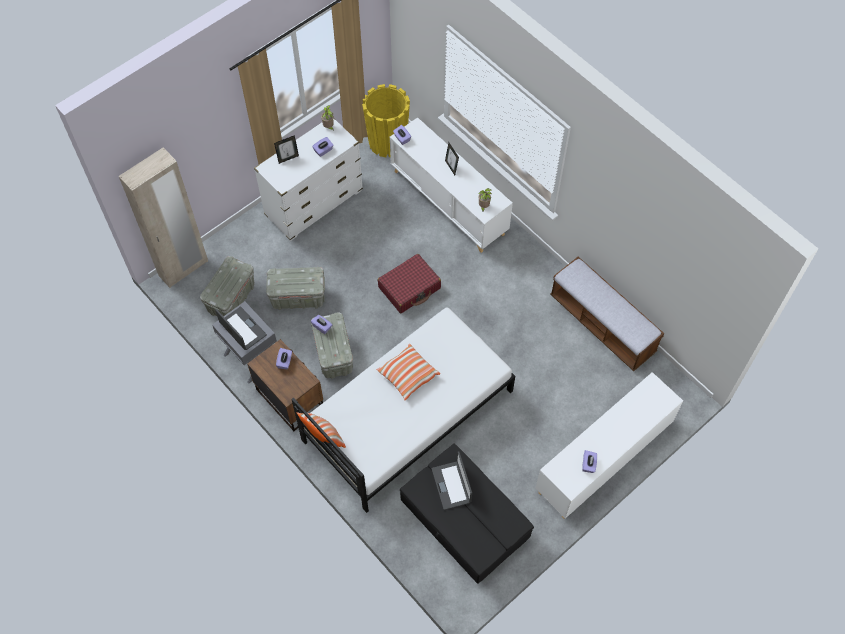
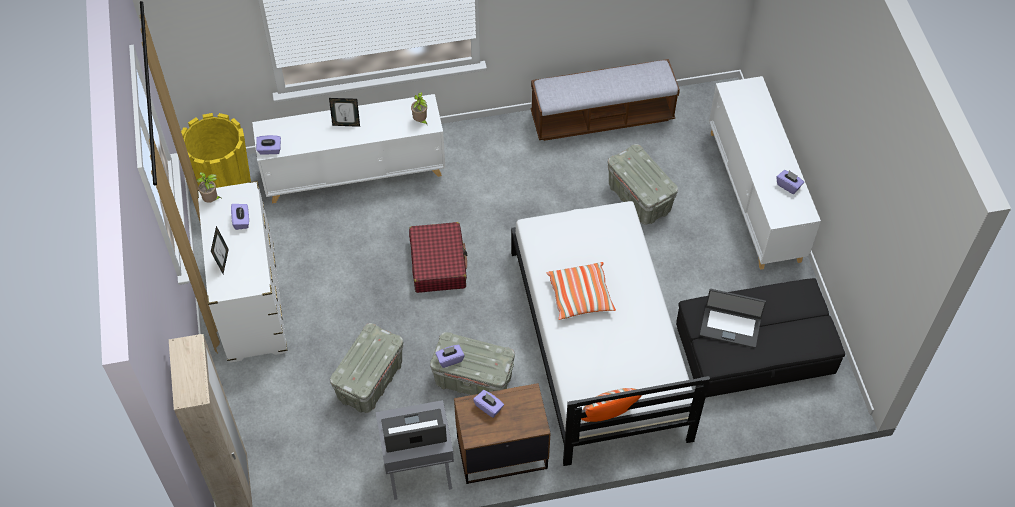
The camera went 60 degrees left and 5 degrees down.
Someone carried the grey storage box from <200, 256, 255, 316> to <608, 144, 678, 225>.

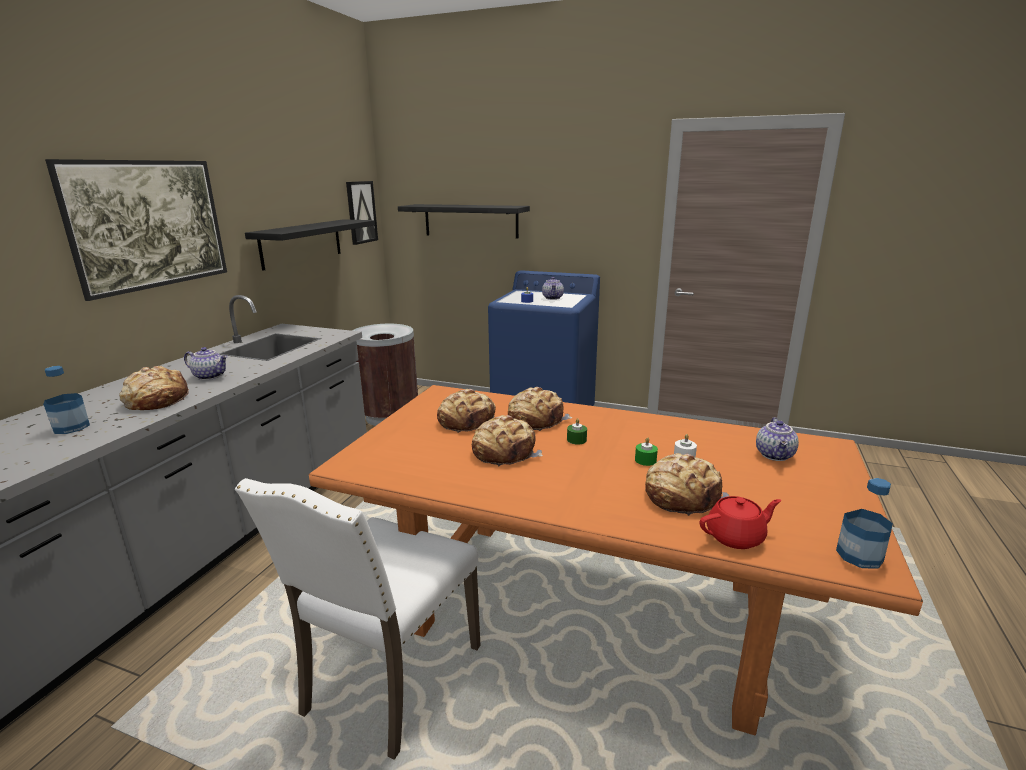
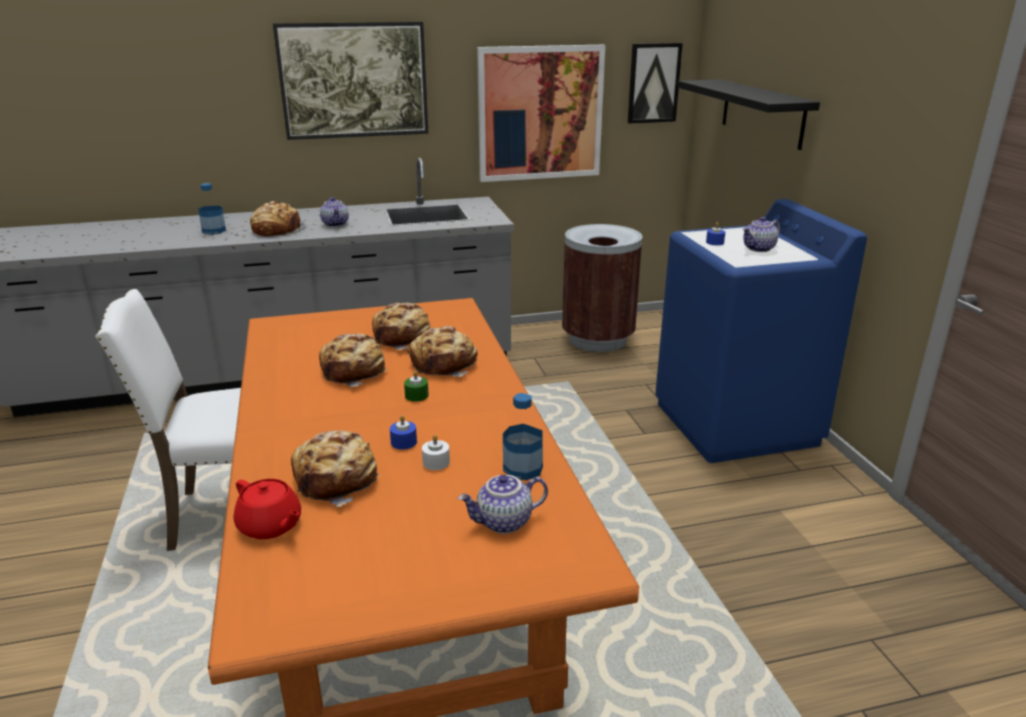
The camera went 55 degrees right and 5 degrees up.
Someone carried the drink bottle from <836, 478, 893, 569> to <503, 393, 543, 480>.
Someone swapped the blackish wall shelf at <245, 219, 375, 271> for the wall picture at <477, 45, 605, 182>.
Someone repainted the green-coloured candle at <635, 437, 658, 466>, which became the blue-coloured candle at <390, 415, 417, 450>.

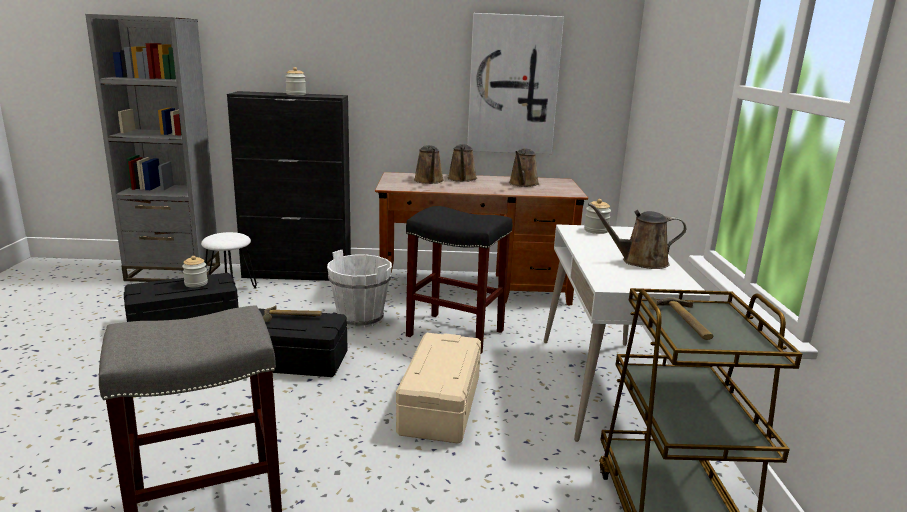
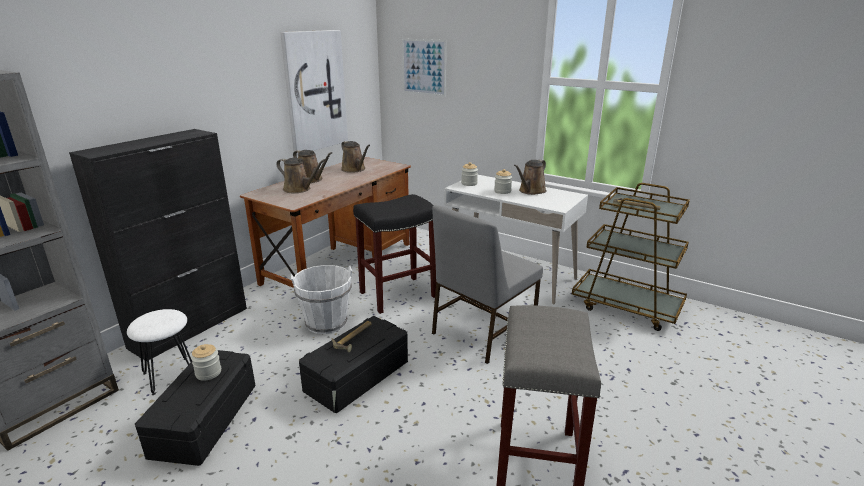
The camera went 55 degrees left and 5 degrees up.
Someone put up the wall picture at <402, 39, 446, 96>.
Someone carried the preserve jar from <285, 67, 306, 95> to <494, 169, 512, 194>.
Someone swapped the sand-coloured storage box at <396, 333, 481, 444> for the grey upright chair at <432, 205, 543, 364>.

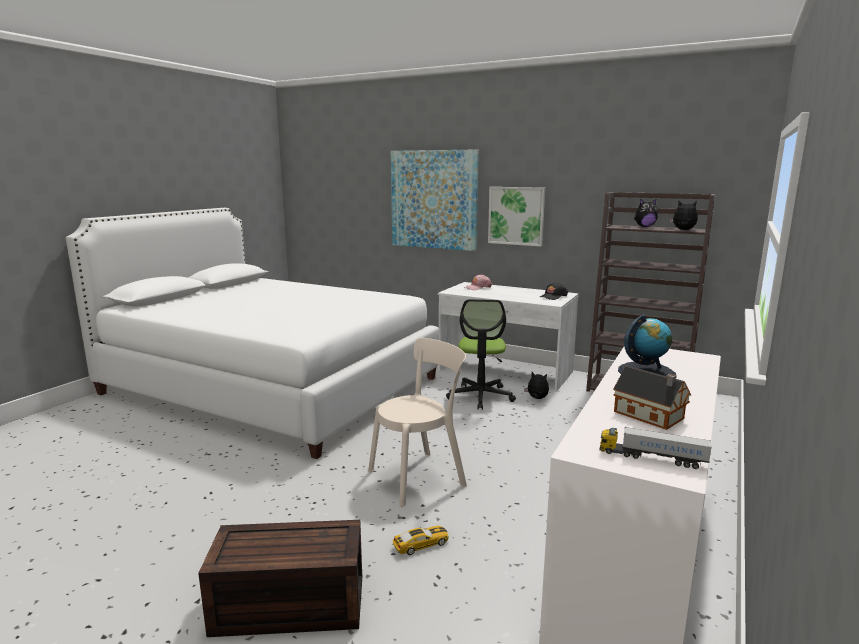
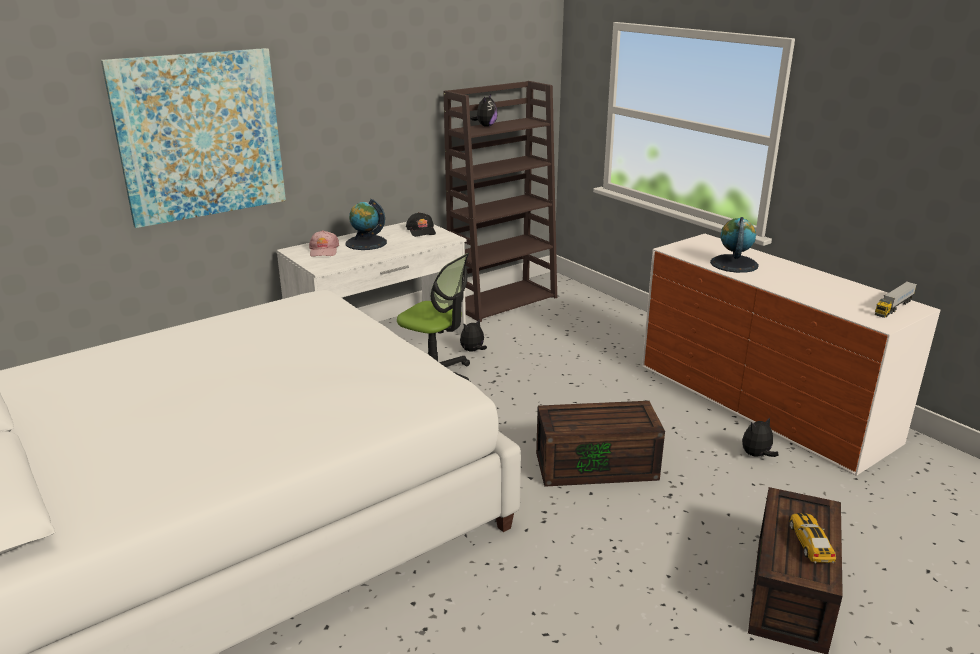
The camera went 65 degrees left and 10 degrees up.
Someone took away the wall picture at <488, 187, 545, 246>.
Someone took away the model house at <613, 366, 691, 430>.
Someone put down the desk globe at <346, 199, 387, 250>.
Someone carried the toy car from <392, 526, 449, 555> to <790, 513, 836, 563>.
Someone carried the cuddly toy from <669, 201, 698, 230> to <742, 417, 779, 457>.
Someone swapped the sand-coloured upright chair at <368, 338, 467, 507> for the brownish storage box at <536, 401, 665, 487>.

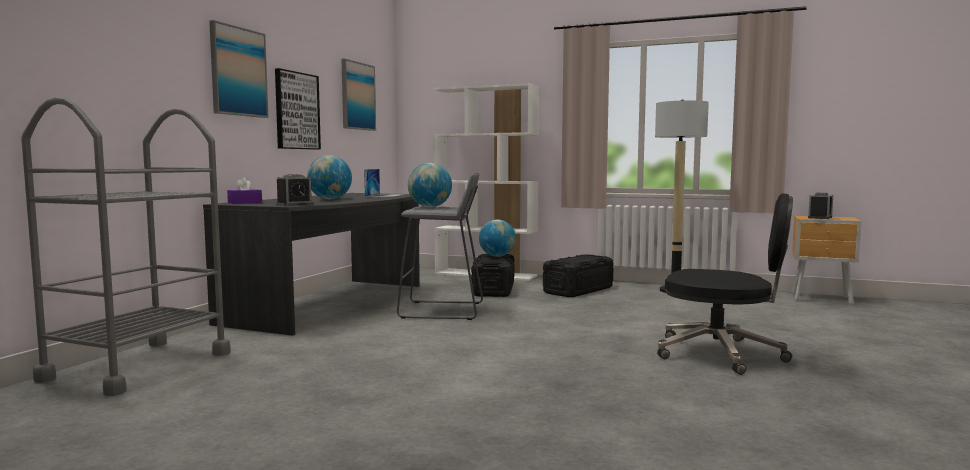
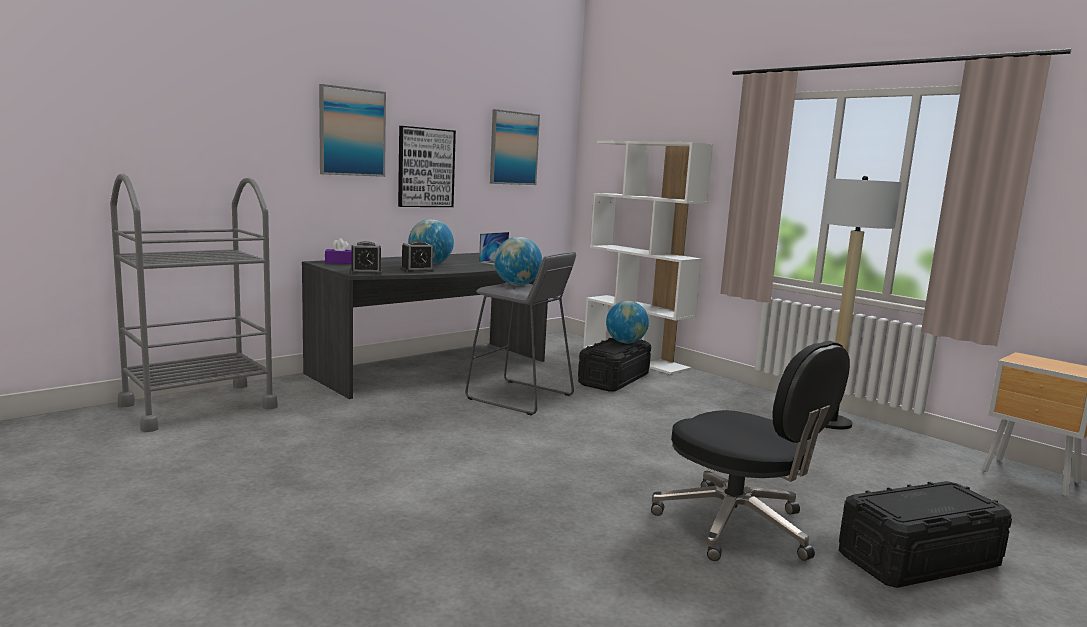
The camera went 25 degrees right and 5 degrees up.
Someone carried the blackish storage box from <543, 254, 614, 297> to <839, 481, 1012, 588>.
Someone carried the table clock from <808, 193, 833, 219> to <401, 241, 434, 272>.

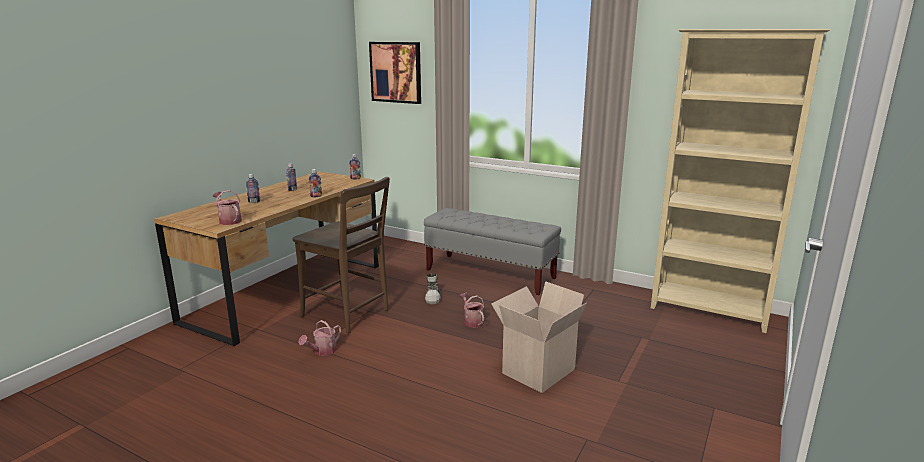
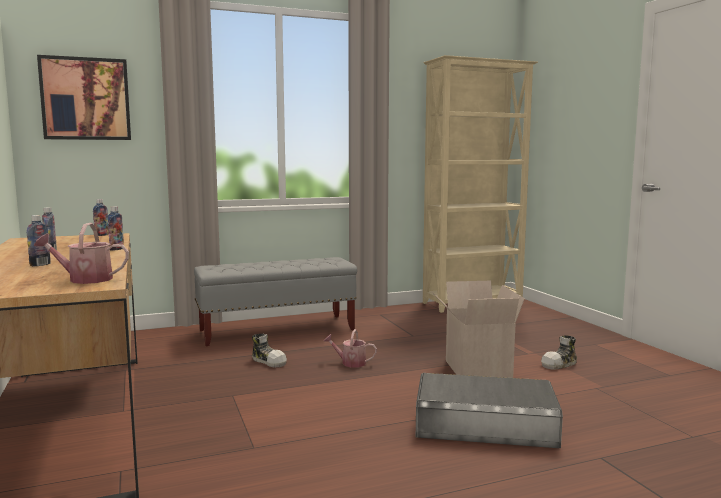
The camera went 50 degrees left and 10 degrees down.
Someone took away the brownish upright chair at <292, 177, 390, 333>.
Someone took away the watering can at <298, 320, 341, 355>.
Someone put down the grey storage box at <416, 373, 563, 448>.
Someone put down the shoe at <541, 335, 577, 370>.

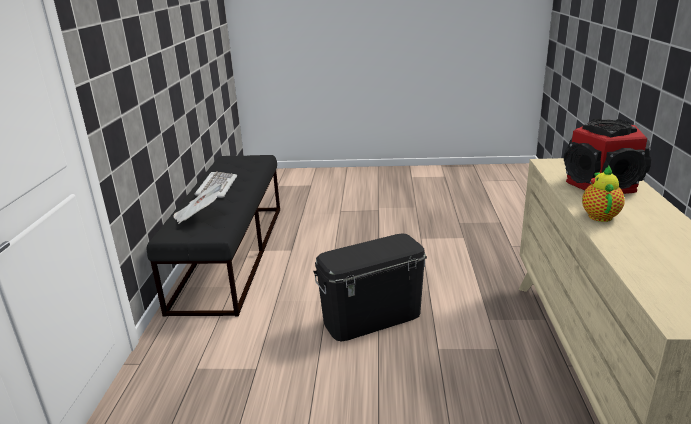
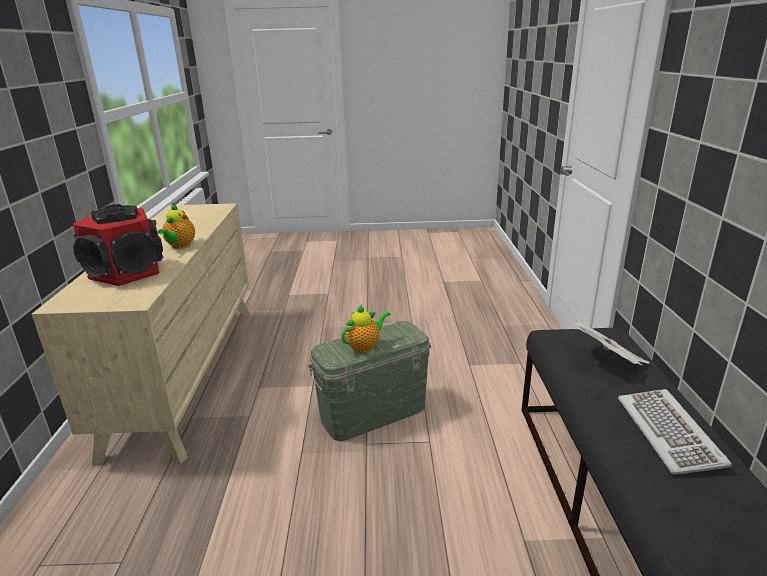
The camera went 175 degrees right and 0 degrees up.
Someone put down the teapot at <341, 305, 390, 353>.
Someone repainted the blackish storage box at <313, 233, 427, 342>, which became the green-coloured storage box at <308, 321, 431, 441>.

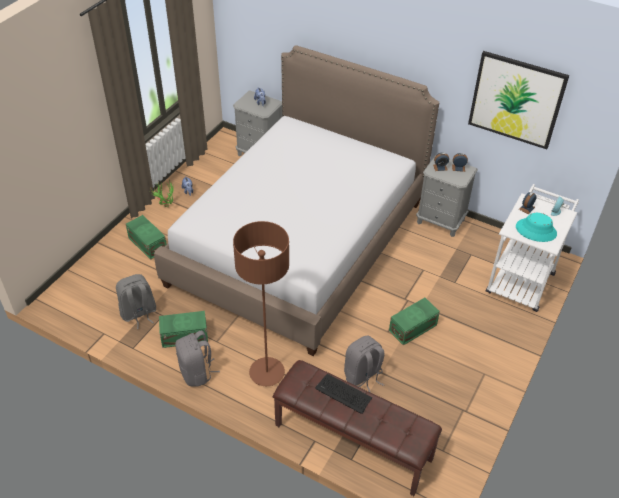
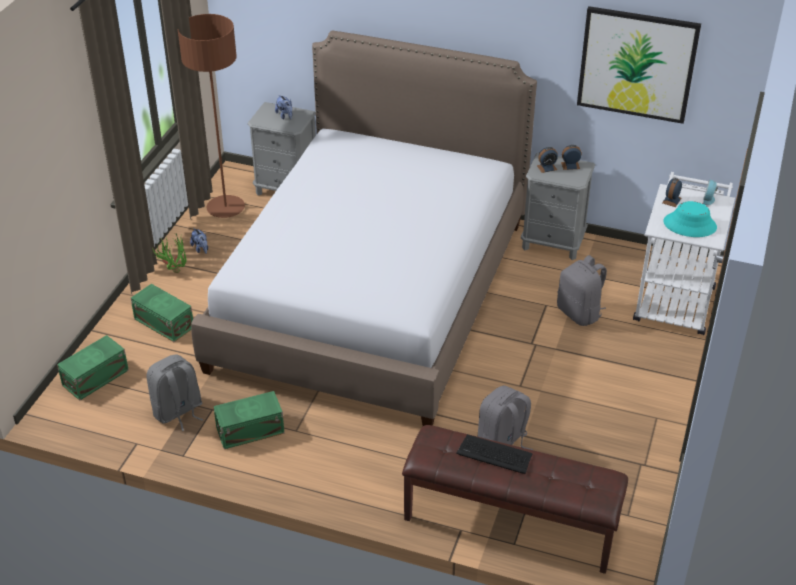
The camera went 10 degrees left and 5 degrees down.
Someone carried the grey rucksack from <175, 330, 220, 387> to <557, 255, 607, 326>.
Someone carried the brownish standard lamp from <233, 221, 289, 386> to <178, 14, 245, 218>.
Someone carried the green-coloured storage box from <389, 298, 440, 346> to <57, 335, 129, 401>.

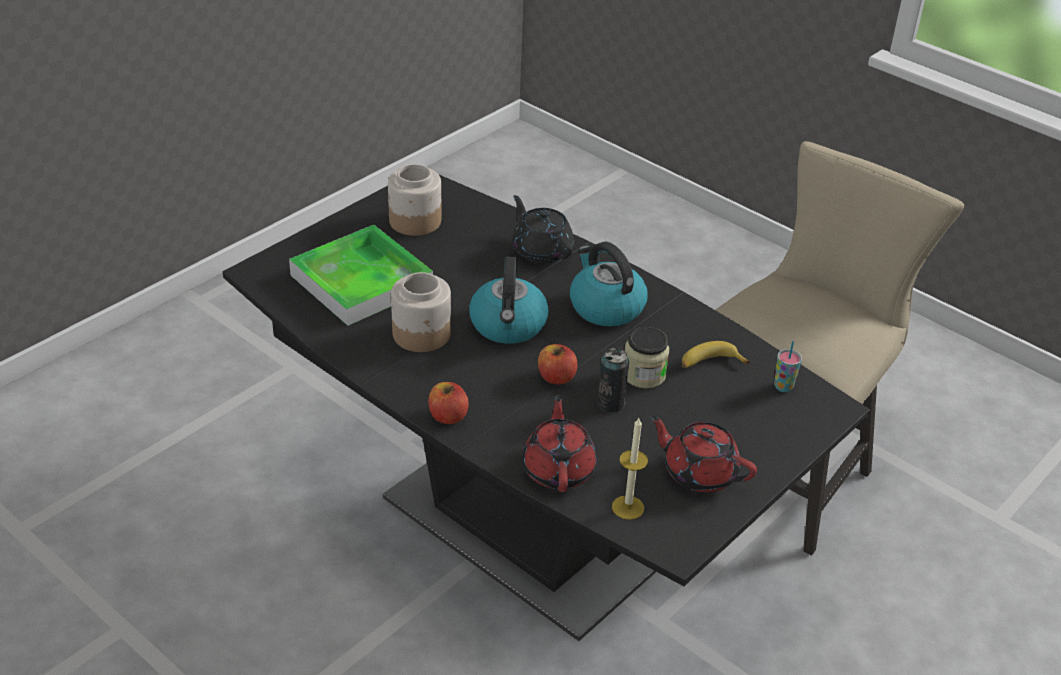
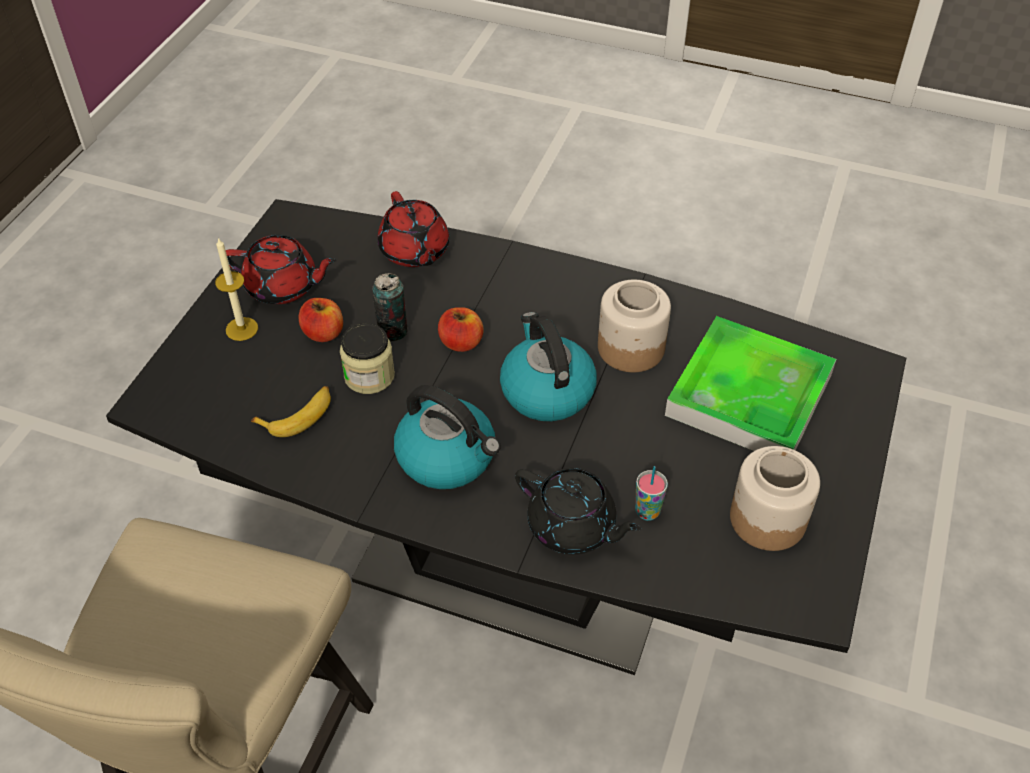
The camera went 160 degrees right and 10 degrees up.
Someone carried the apple fruit from <428, 382, 469, 424> to <299, 298, 343, 342>.
Someone carried the candle from <612, 418, 648, 520> to <215, 237, 258, 341>.
Someone carried the cup from <774, 341, 802, 392> to <635, 466, 668, 521>.

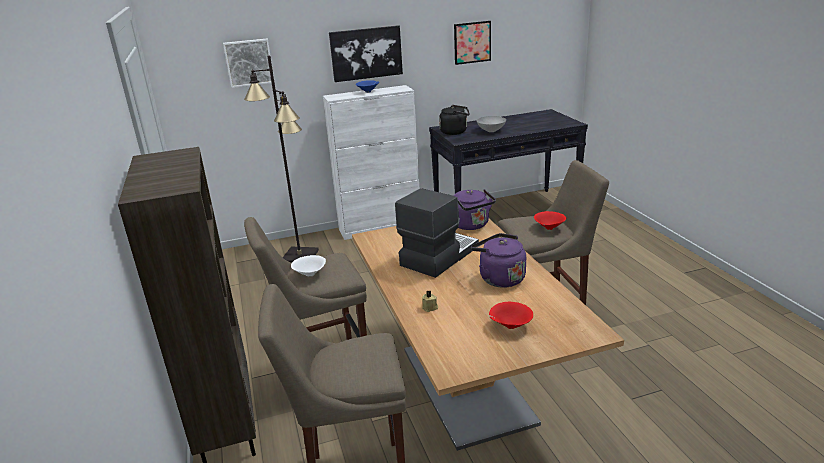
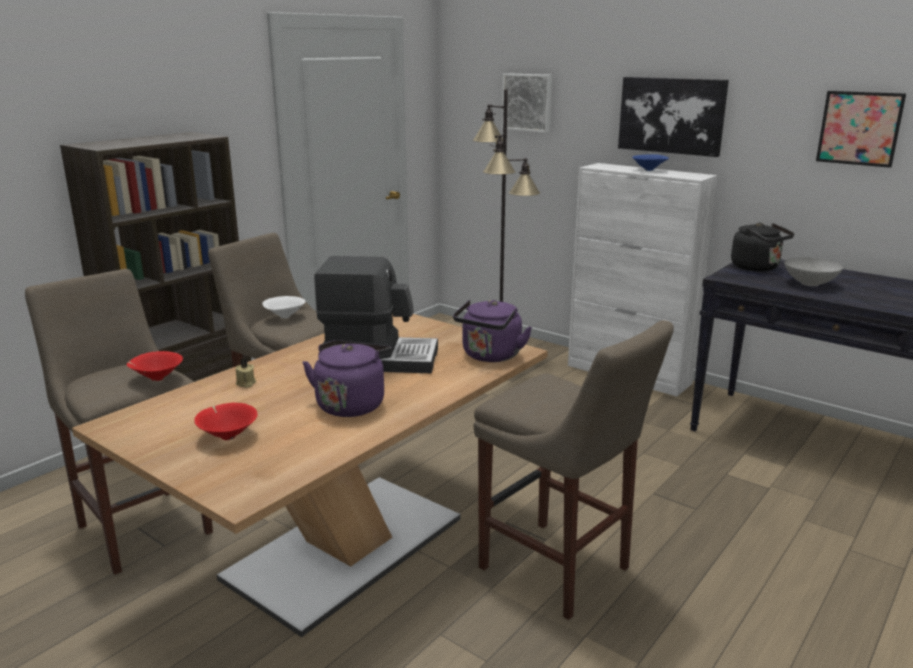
The camera went 55 degrees right and 5 degrees down.
Someone carried the reddish bowl from <534, 211, 566, 230> to <127, 351, 183, 381>.

